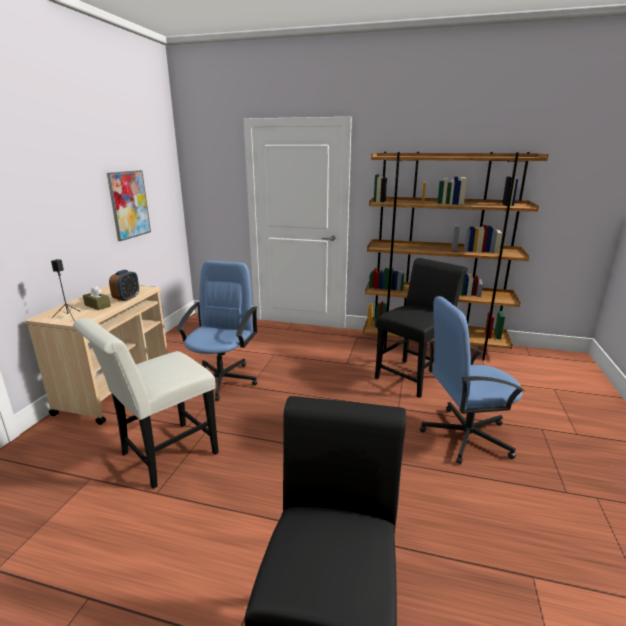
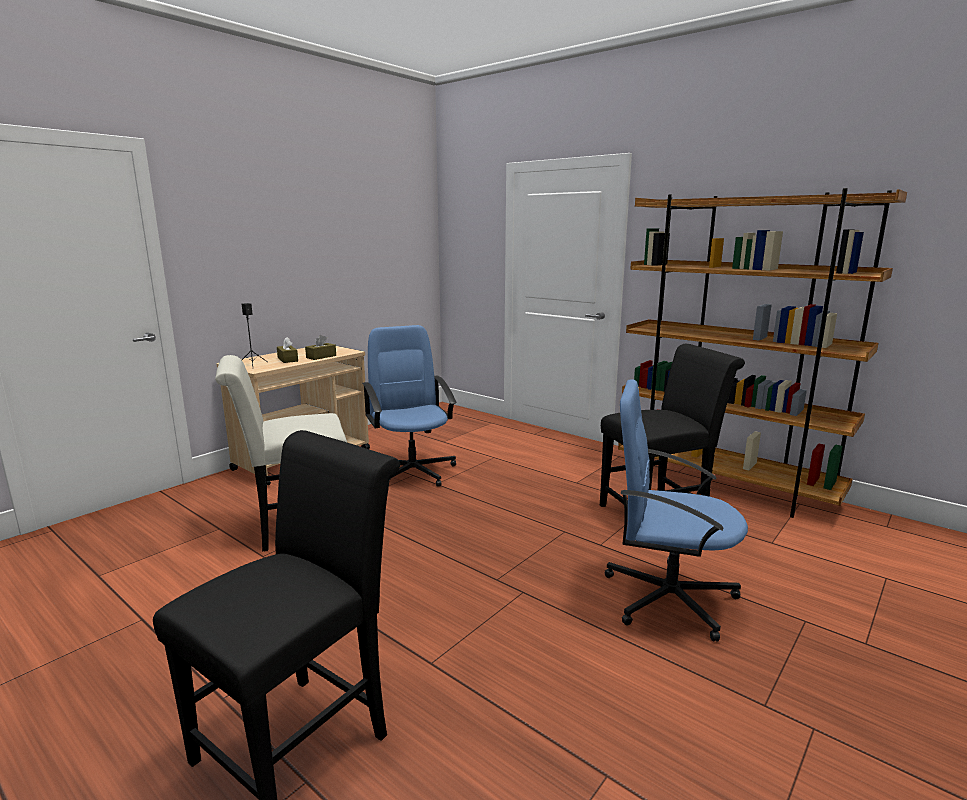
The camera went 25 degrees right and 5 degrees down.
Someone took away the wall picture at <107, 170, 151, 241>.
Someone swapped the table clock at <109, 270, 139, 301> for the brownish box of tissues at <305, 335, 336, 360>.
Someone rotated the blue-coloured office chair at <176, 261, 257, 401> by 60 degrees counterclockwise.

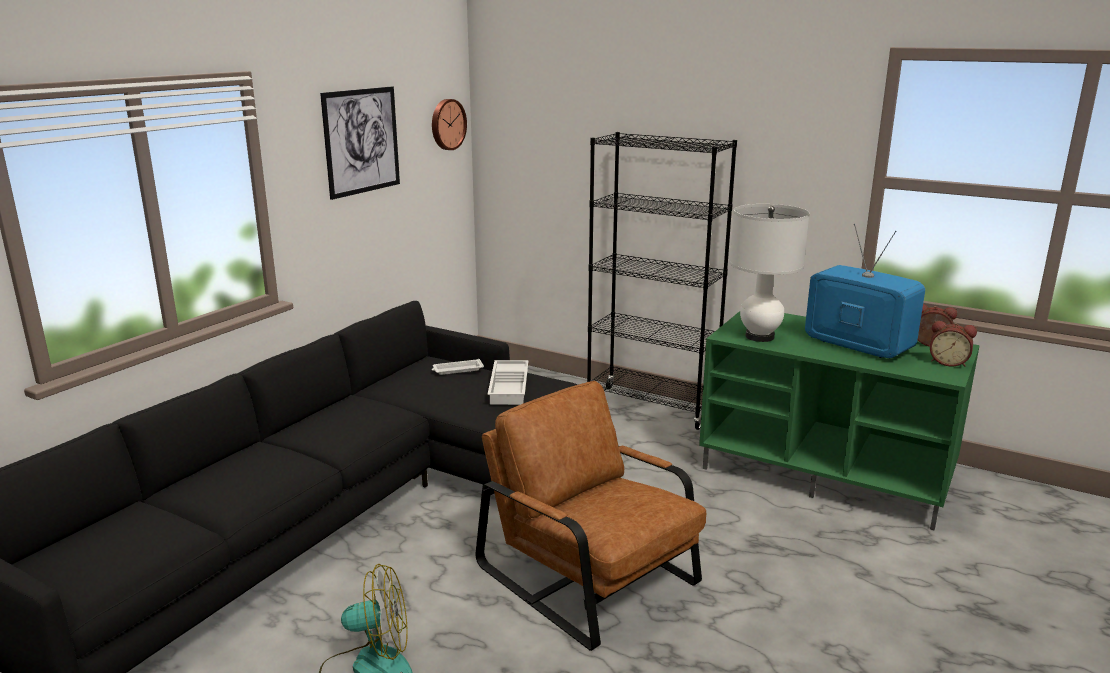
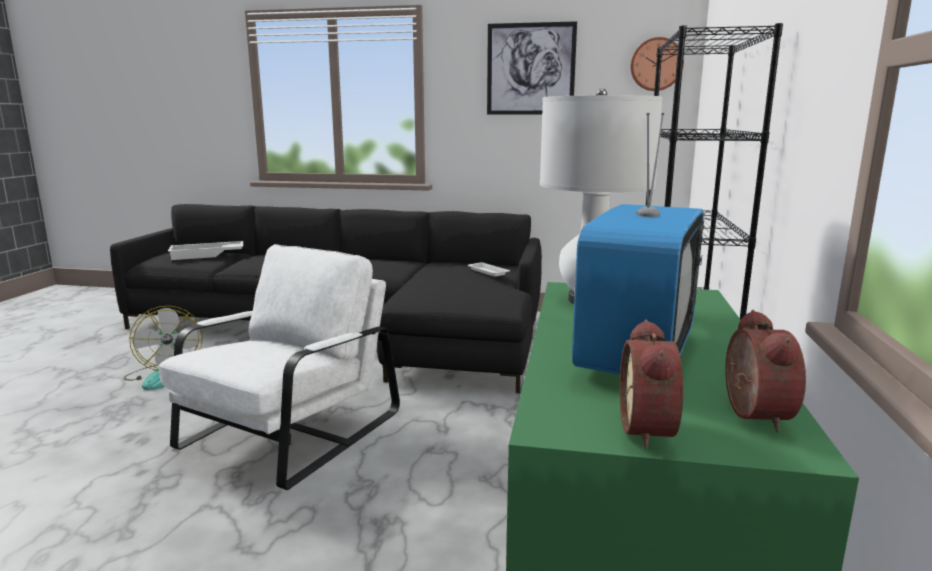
The camera went 70 degrees right and 5 degrees down.
Someone carried the whitish tray from <488, 360, 528, 405> to <168, 241, 243, 260>.
Someone repainted the brownish lounge chair at <476, 381, 706, 651>, which became the whitish lounge chair at <159, 244, 400, 490>.

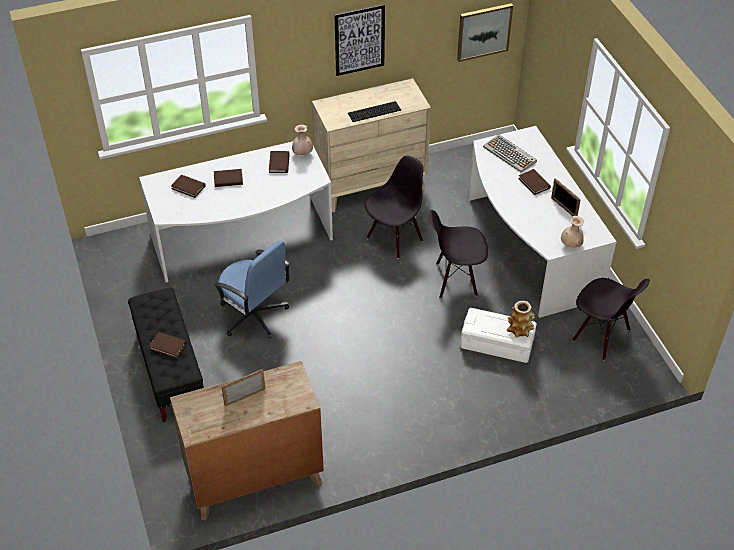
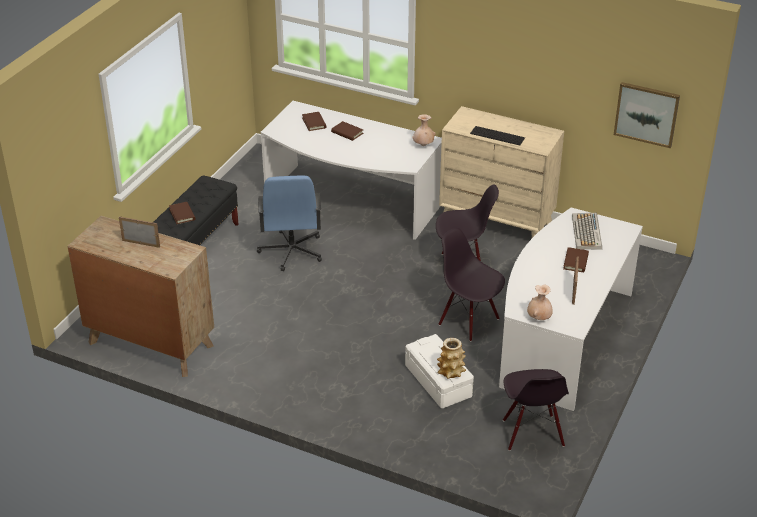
The camera went 45 degrees right and 10 degrees down.
Someone took away the brownish volume at <269, 151, 290, 173>.
Someone took away the wall picture at <334, 4, 385, 76>.

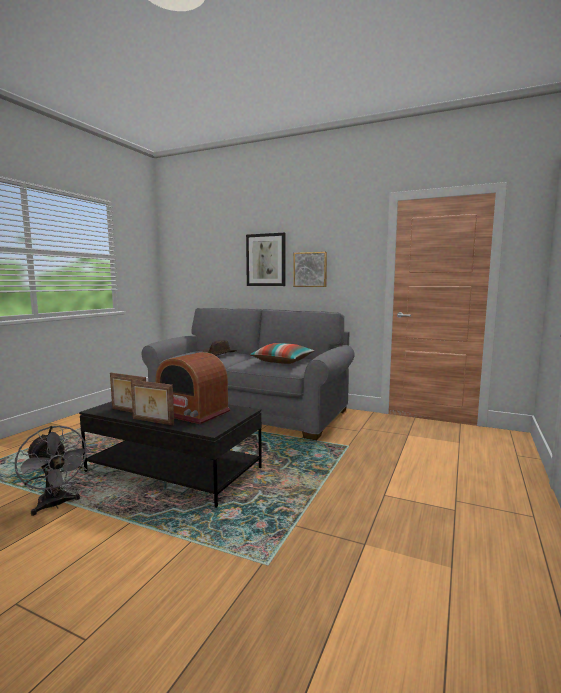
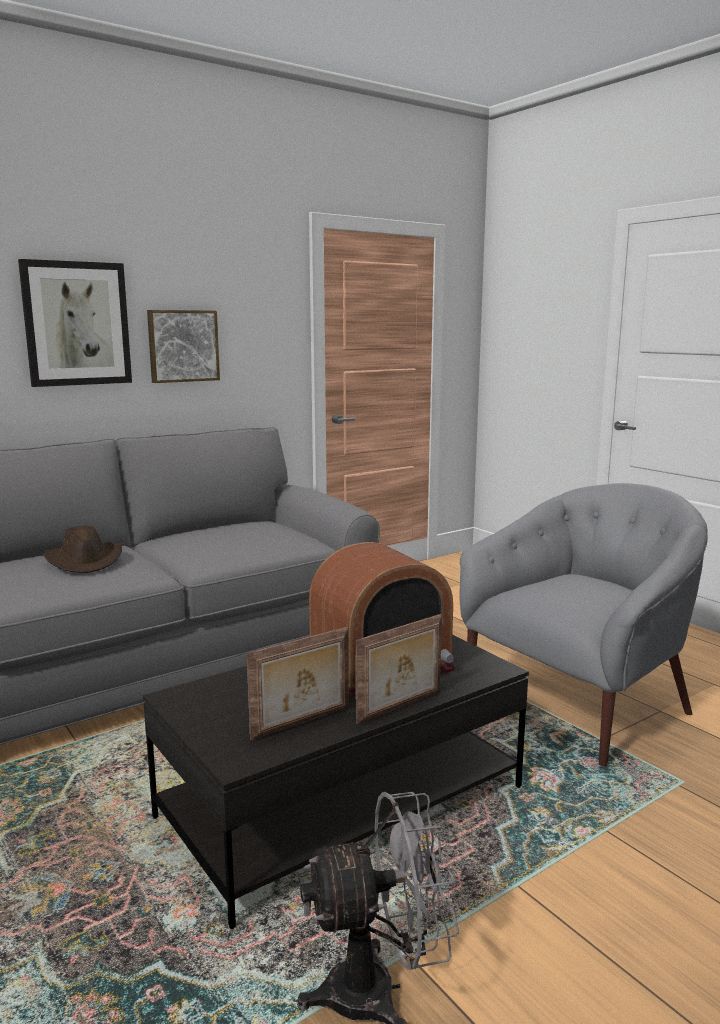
The camera went 60 degrees left and 5 degrees up.
Someone took away the cushion at <249, 343, 314, 364>.
Someone put down the grey lounge chair at <459, 483, 708, 767>.

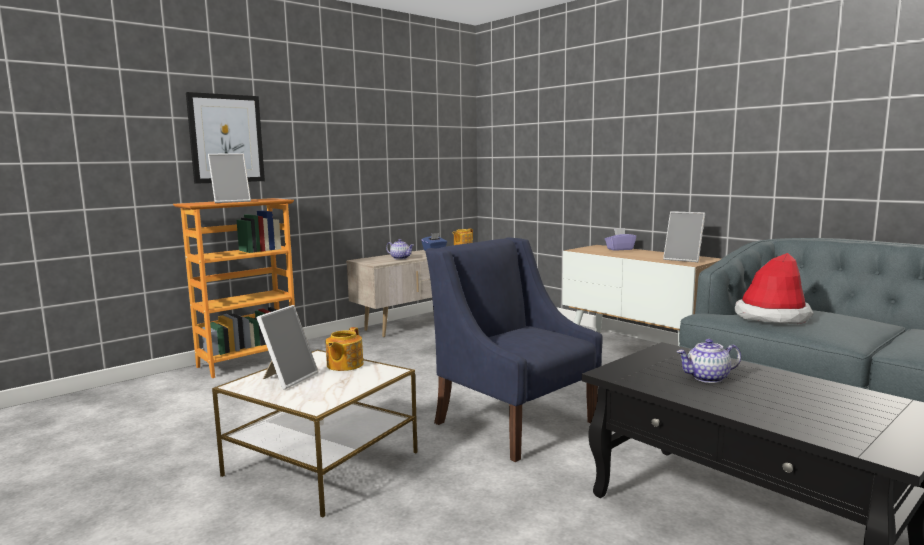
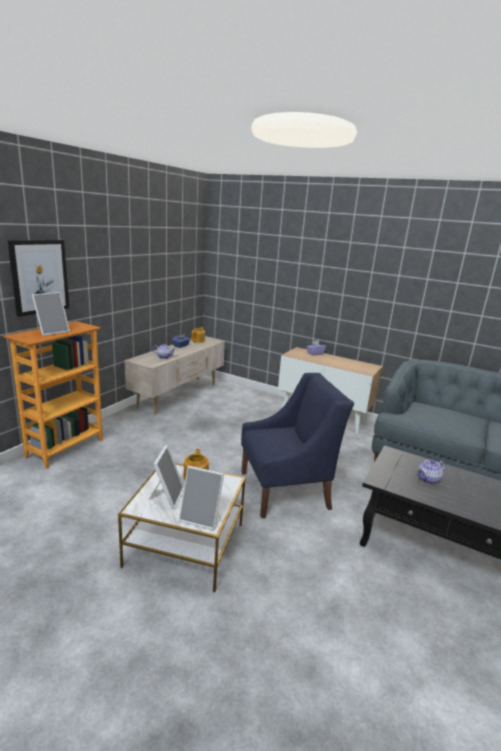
The camera went 20 degrees left and 10 degrees up.
Someone took away the hat at <735, 253, 814, 324>.
Someone carried the photo frame from <663, 211, 705, 262> to <179, 466, 224, 530>.
Someone rotated the blue-coloured lounge chair at <425, 237, 602, 462> by 135 degrees clockwise.

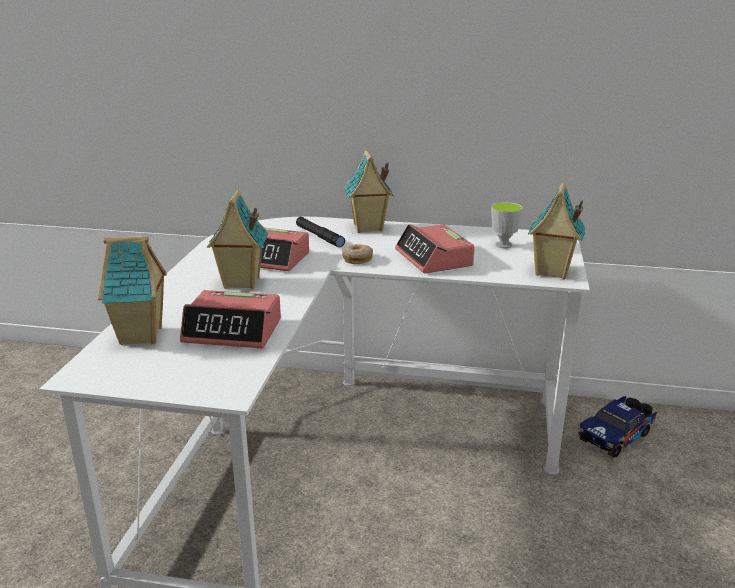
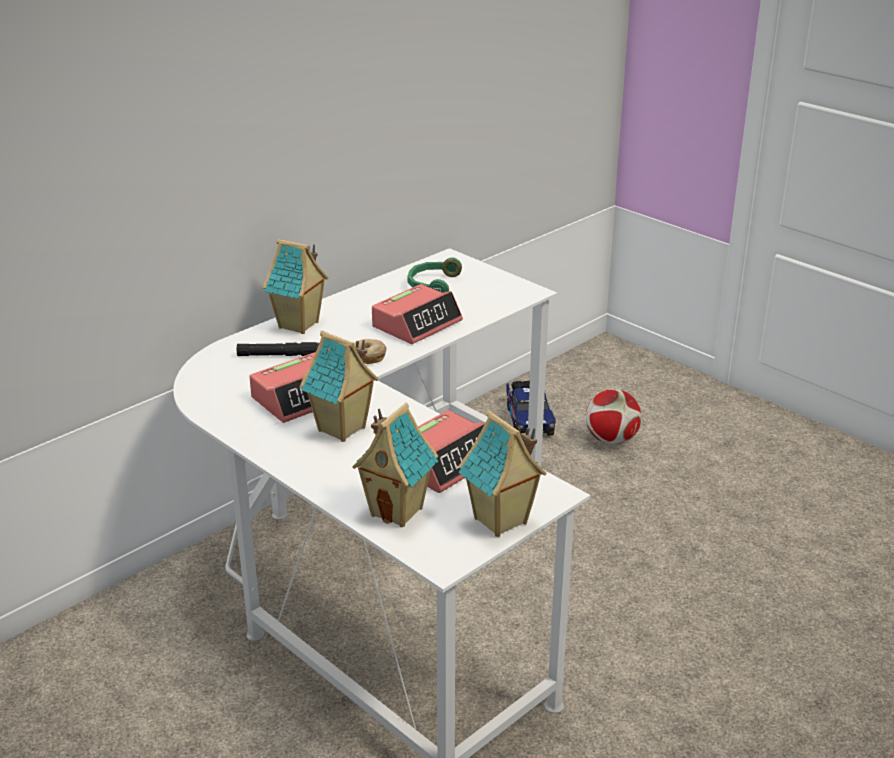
The camera went 55 degrees left and 5 degrees up.
Someone put down the football at <586, 389, 641, 444>.
Someone carried the model house from <528, 182, 585, 280> to <458, 411, 547, 537>.
Someone swapped the cup at <491, 202, 523, 248> for the green-coloured pair of headphones at <407, 258, 462, 293>.
Someone rotated the table clock at <395, 224, 475, 273> by 60 degrees counterclockwise.

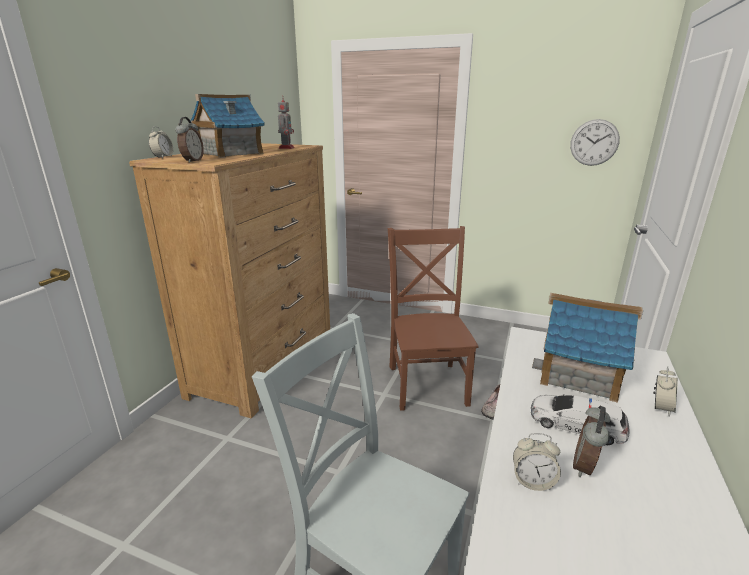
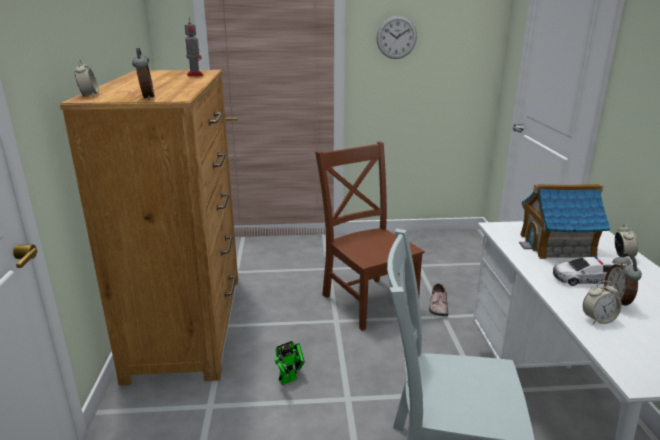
The camera went 25 degrees left and 0 degrees up.
Someone took away the model house at <191, 94, 265, 158>.
Someone put down the robot figure at <275, 341, 305, 385>.
Someone carried the clock on the wall from <570, 119, 620, 166> to <376, 16, 417, 59>.

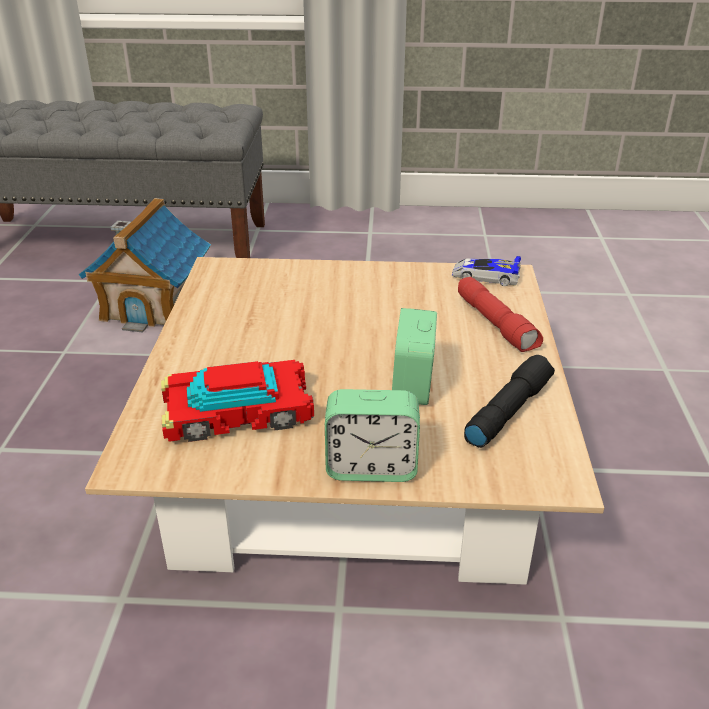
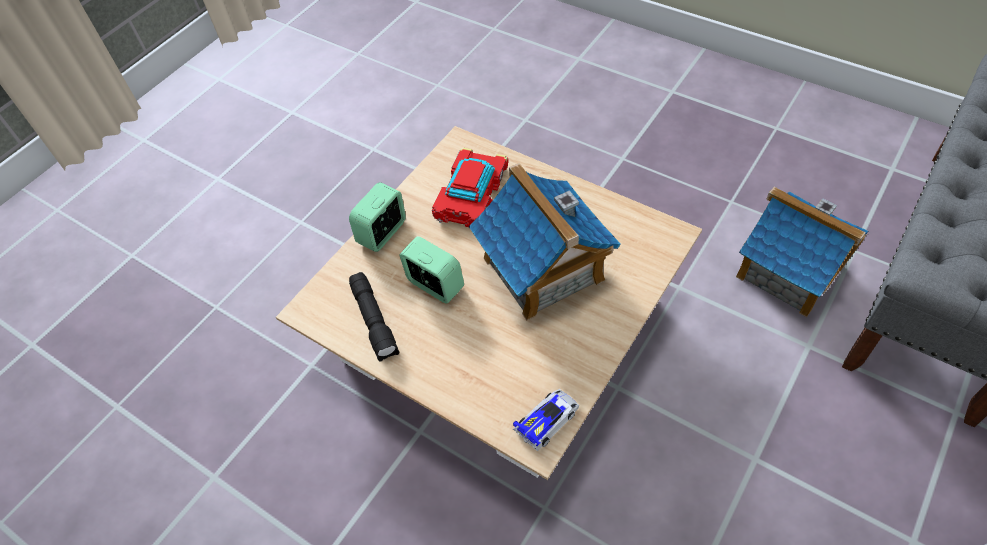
The camera went 125 degrees right and 20 degrees up.
Someone took away the reddish hand torch at <458, 277, 543, 352>.
Someone put down the model house at <468, 163, 621, 321>.

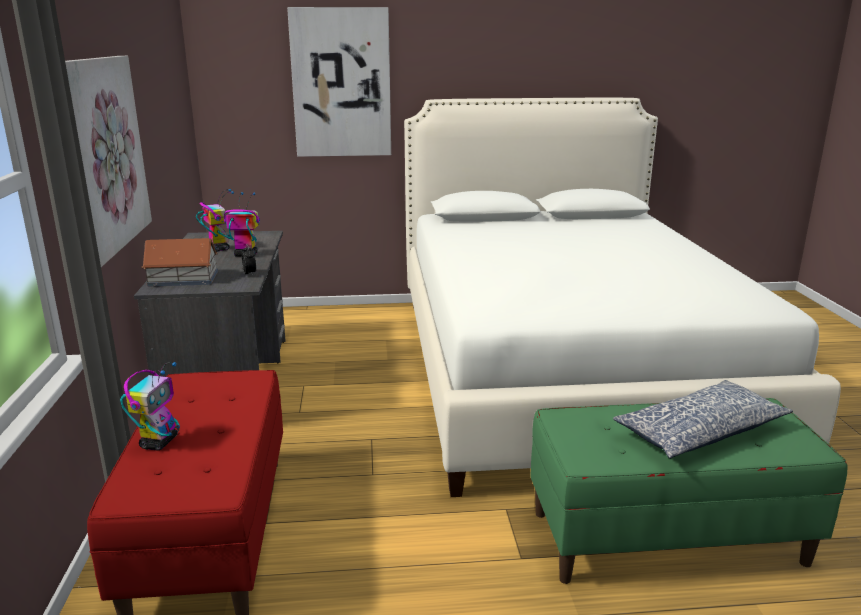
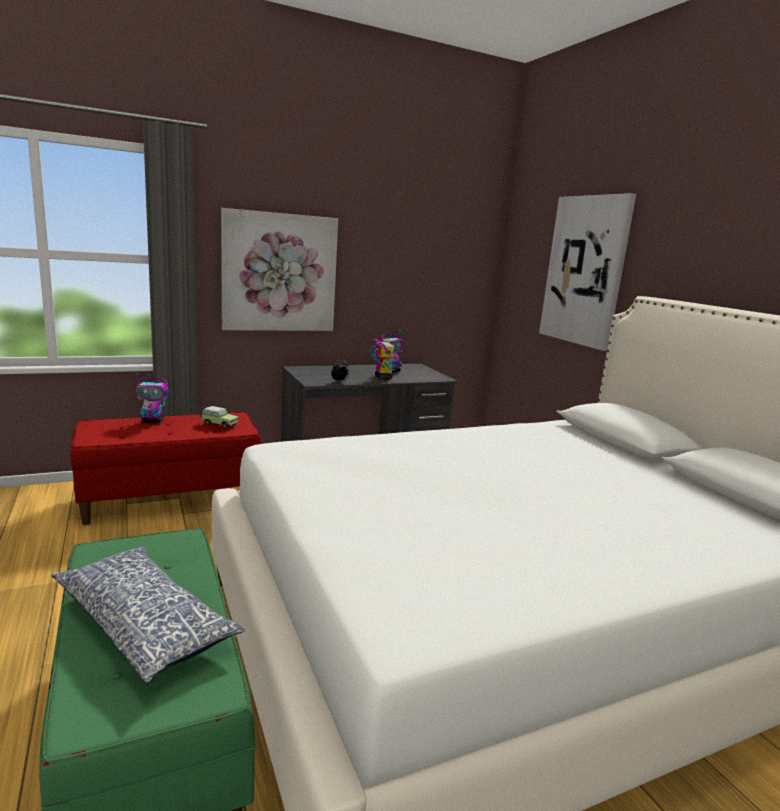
The camera went 70 degrees right and 5 degrees down.
Someone took away the model house at <142, 238, 218, 287>.
Someone put down the toy car at <200, 406, 239, 429>.

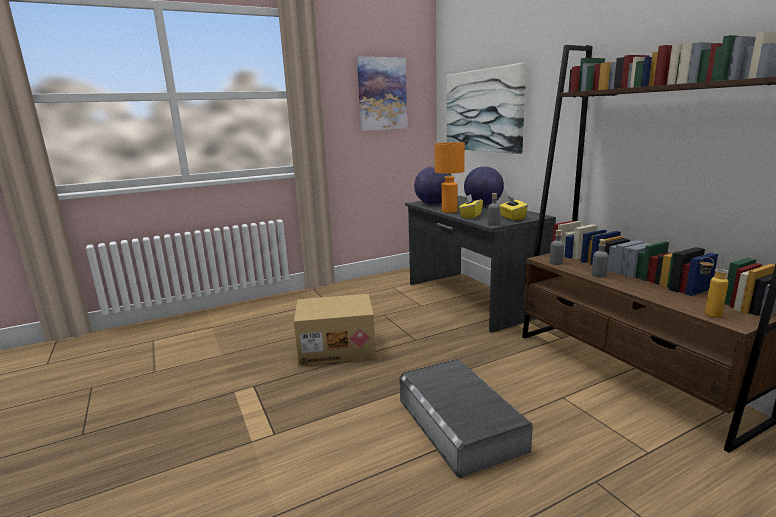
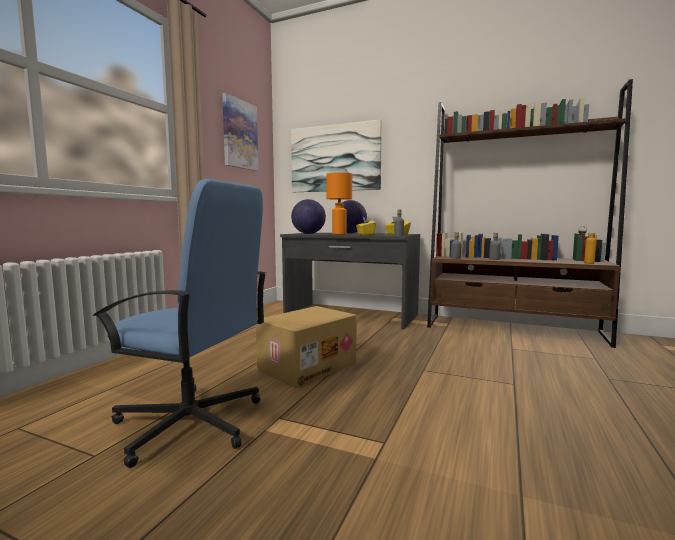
The camera went 40 degrees left and 10 degrees down.
Someone took away the grey storage box at <399, 359, 533, 478>.
Someone put down the blue-coloured office chair at <93, 179, 266, 468>.

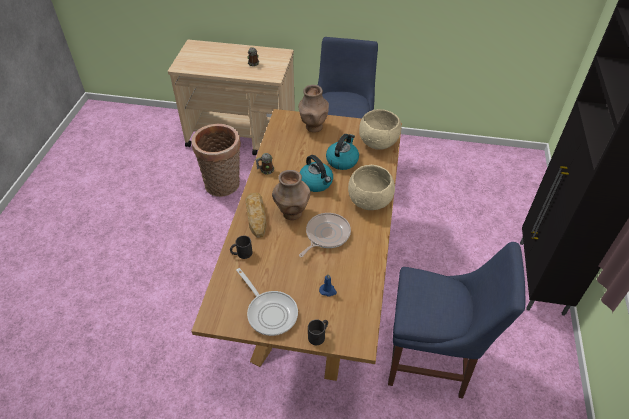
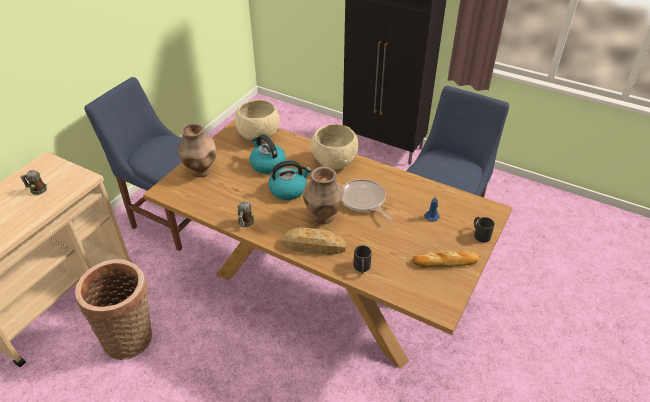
The camera went 70 degrees left and 5 degrees down.
Someone swapped the pan at <236, 268, 298, 336> for the bread at <413, 250, 479, 268>.

